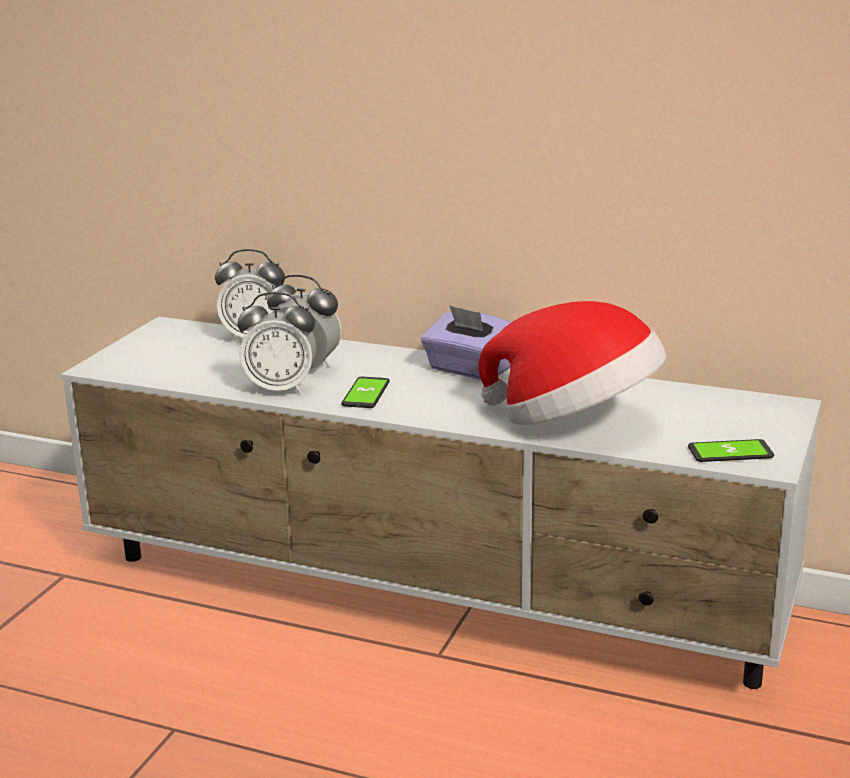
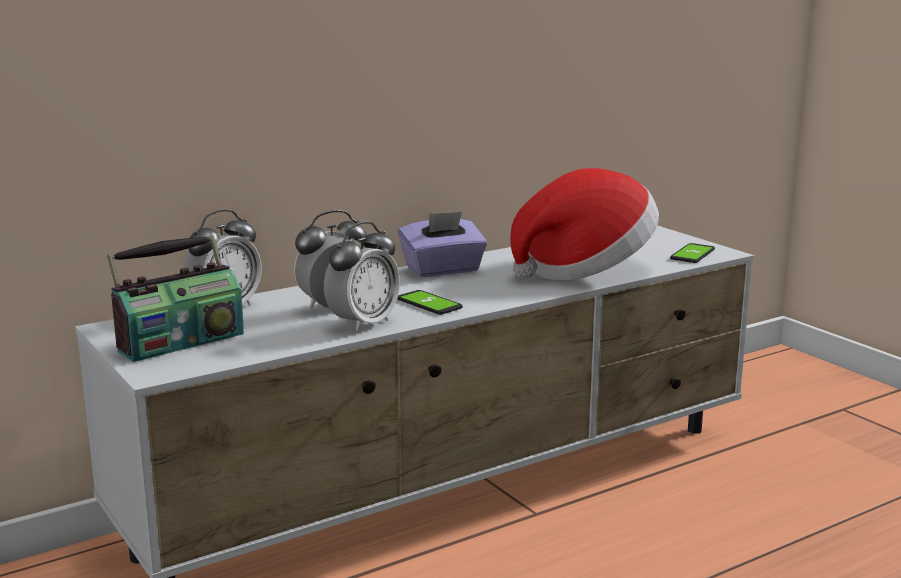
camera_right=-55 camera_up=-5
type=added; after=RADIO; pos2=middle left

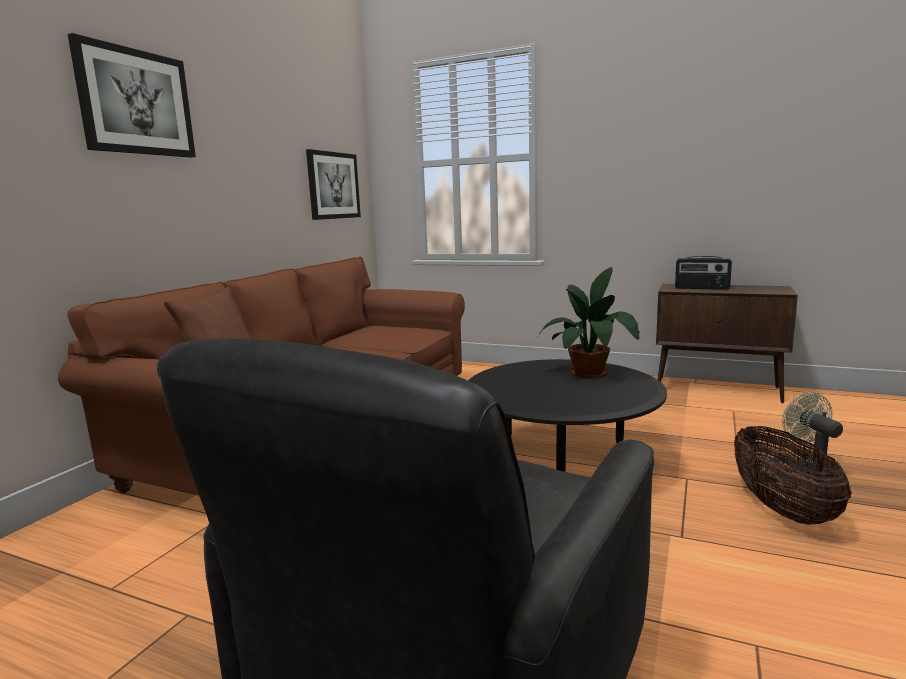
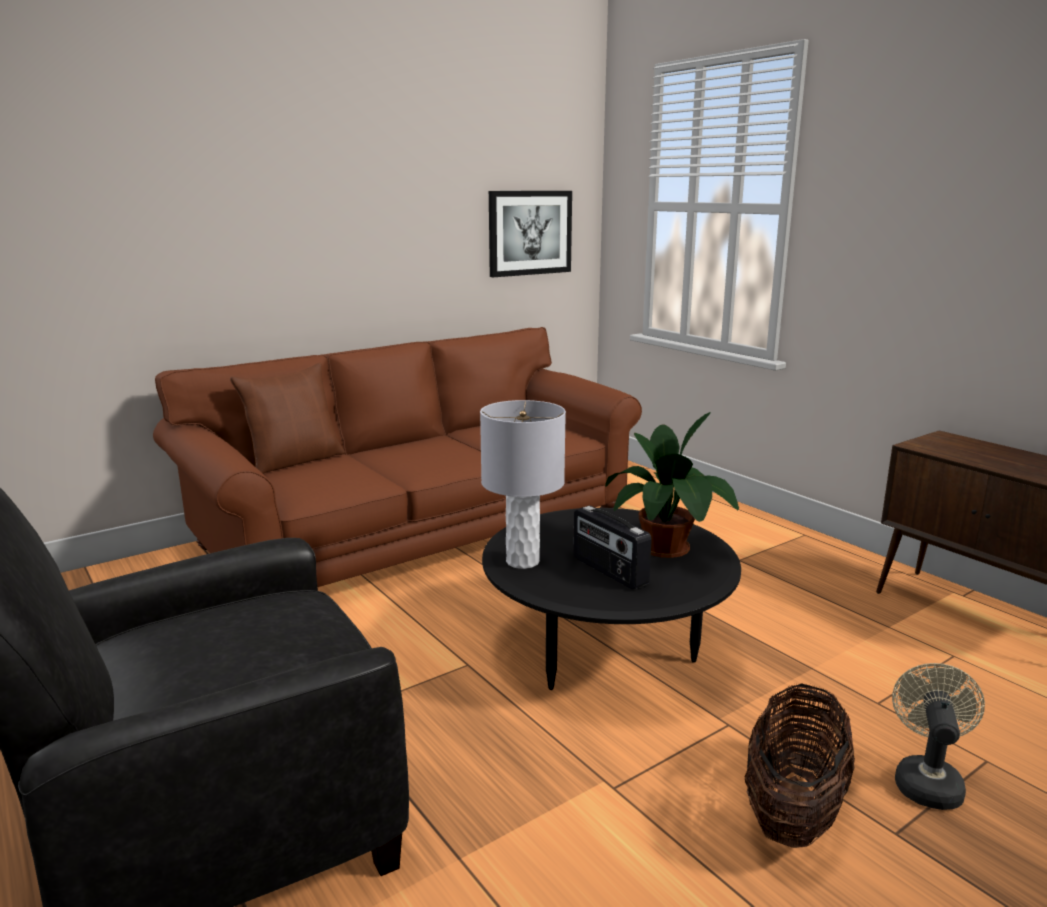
camera_right=30 camera_up=5
type=added; after=GREY TABLE LAMP; pos2=centre
type=moved; before=RADIO; pos1=middle right; pos2=centre
type=removed; before=PICTURE (1st from left); pos1=top left

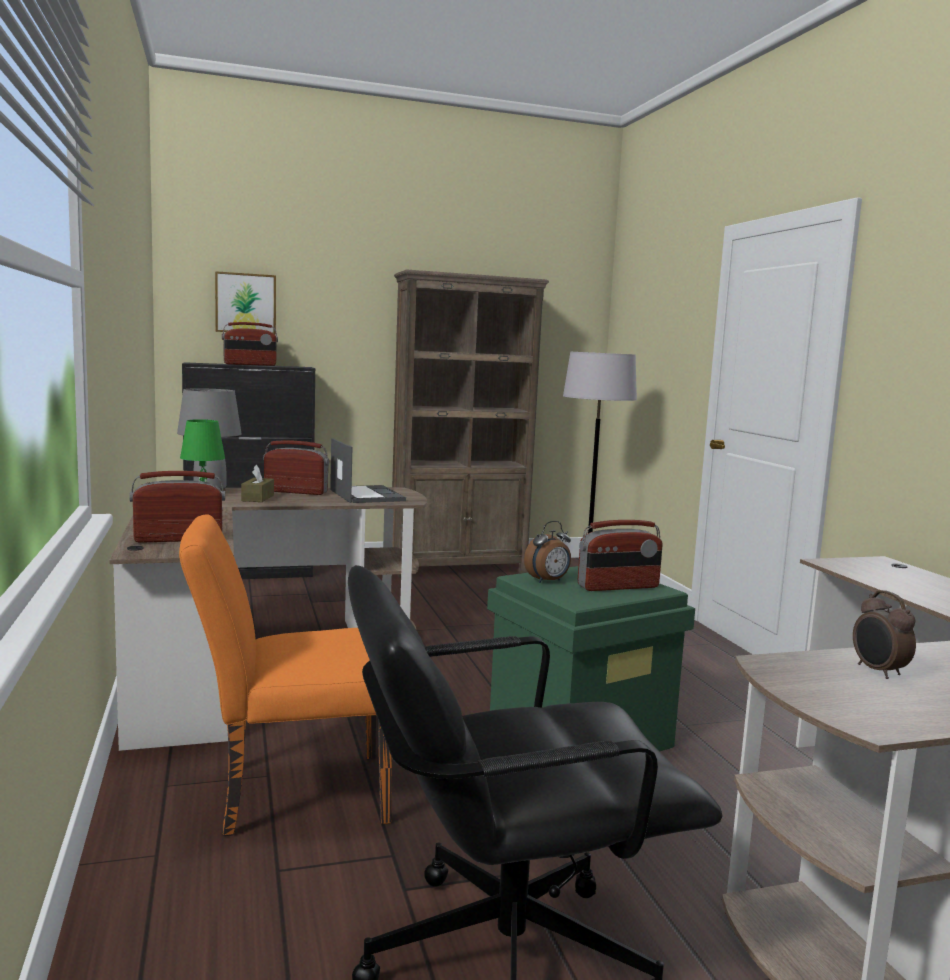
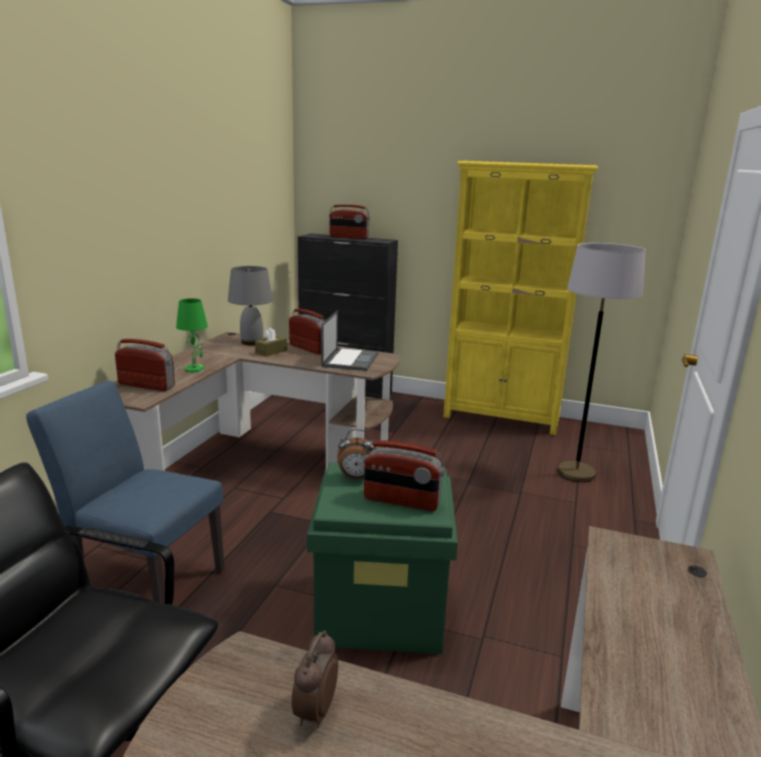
camera_right=35 camera_up=10
type=recoloured; before=ORANGE CHAIR; after=BLUE CHAIR; pos1=bottom left; pos2=middle left
type=recoloured; before=BROWN BOOKCASE; after=YELLOW BOOKCASE; pos1=centre; pos2=middle right
type=removed; before=PICTURE; pos1=top left

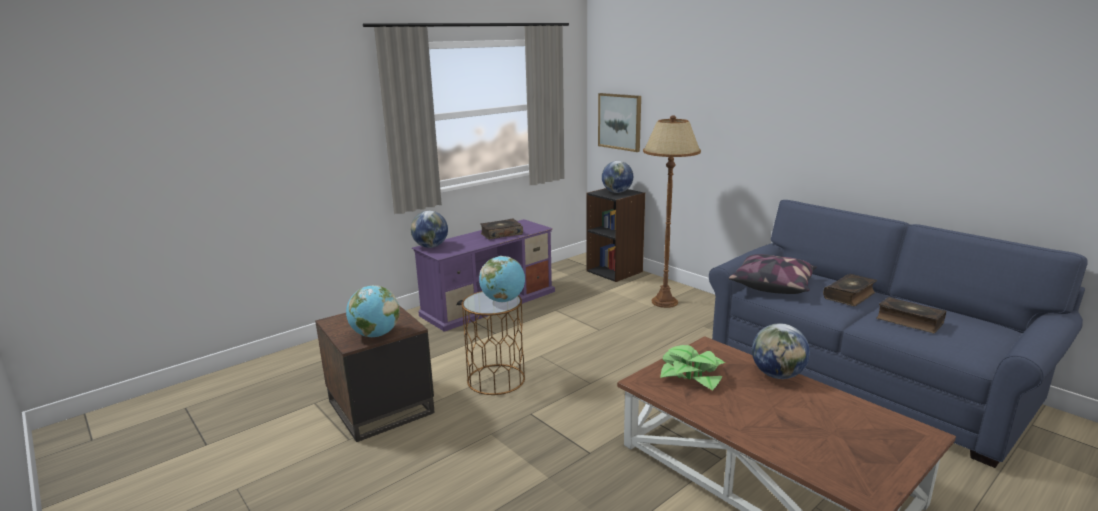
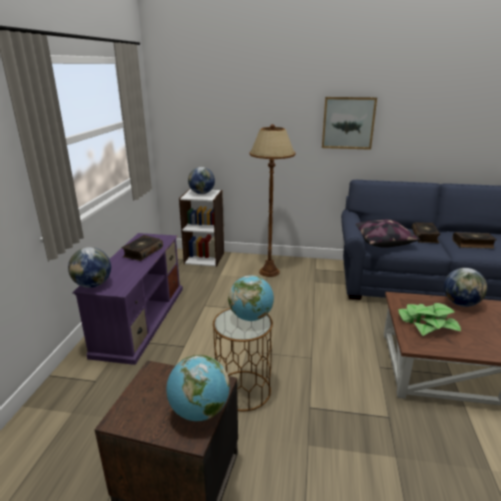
camera_right=-40 camera_up=5
type=recoloured; before=BLACK BOOKCASE; after=WHITE BOOKCASE; pos1=centre; pos2=centre
type=moved; before=PICTURE; pos1=top centre; pos2=top right

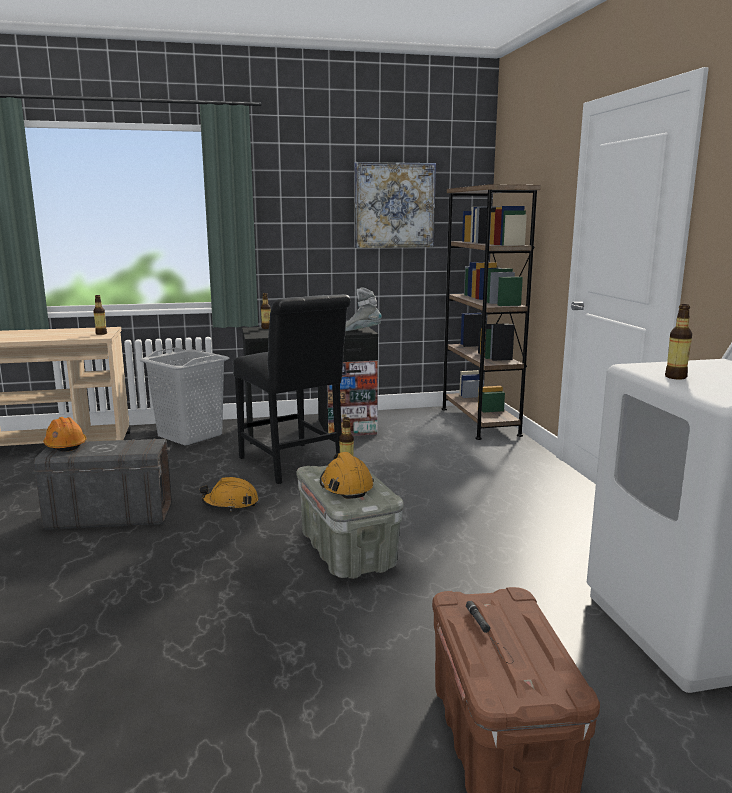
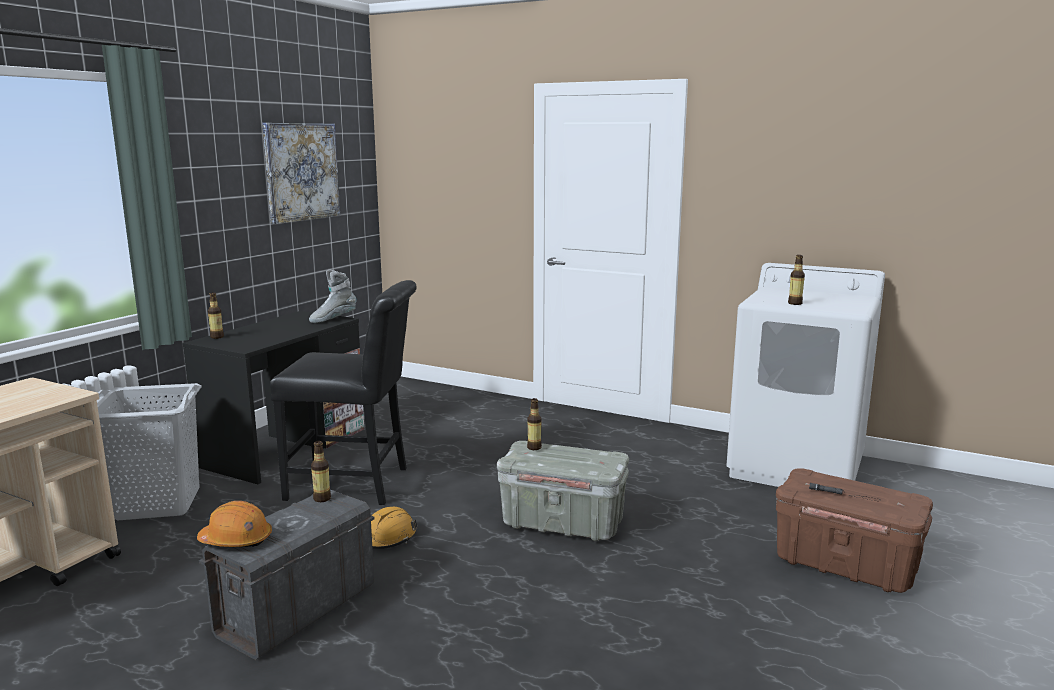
camera_right=-50 camera_up=0
type=moved; before=BOTTLE (1st from left in the first image); after=BOTTLE (2nd from left); pos1=middle left; pos2=bottom left
type=removed; before=ORANGE HARD HAT (3rd from left); pos1=centre
type=removed; before=BROWN BOOKCASE; pos1=middle right

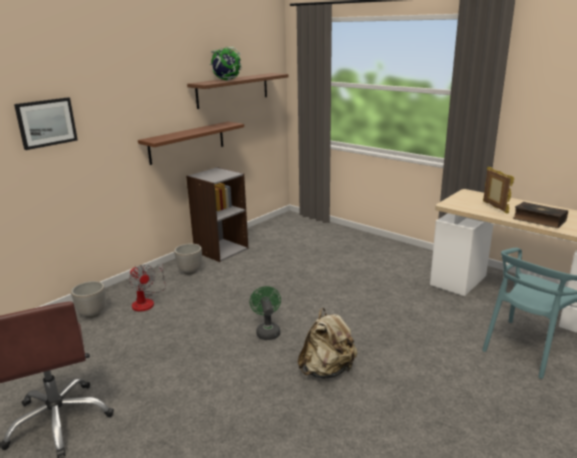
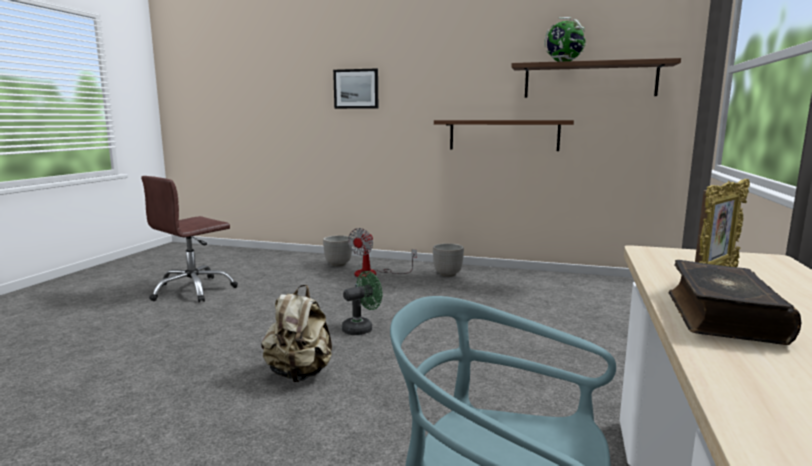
camera_right=65 camera_up=-10
type=removed; before=GREY BOOKCASE; pos1=centre

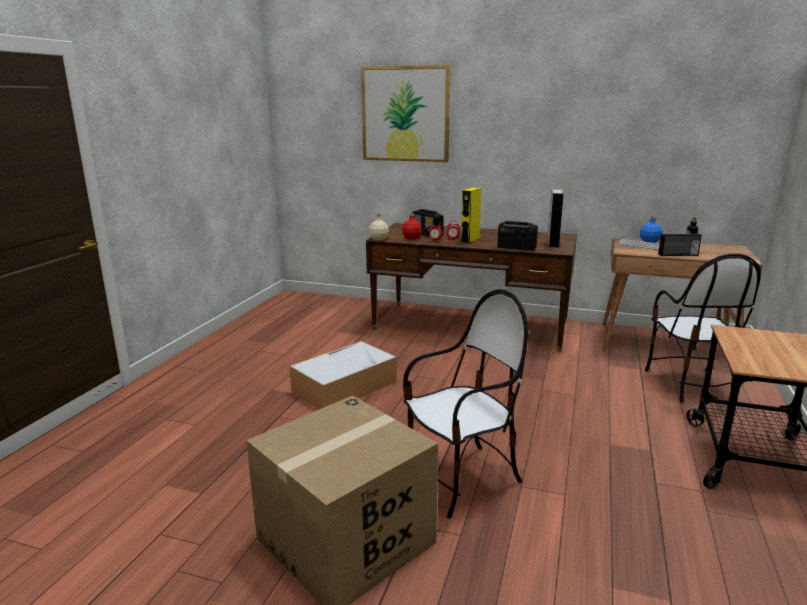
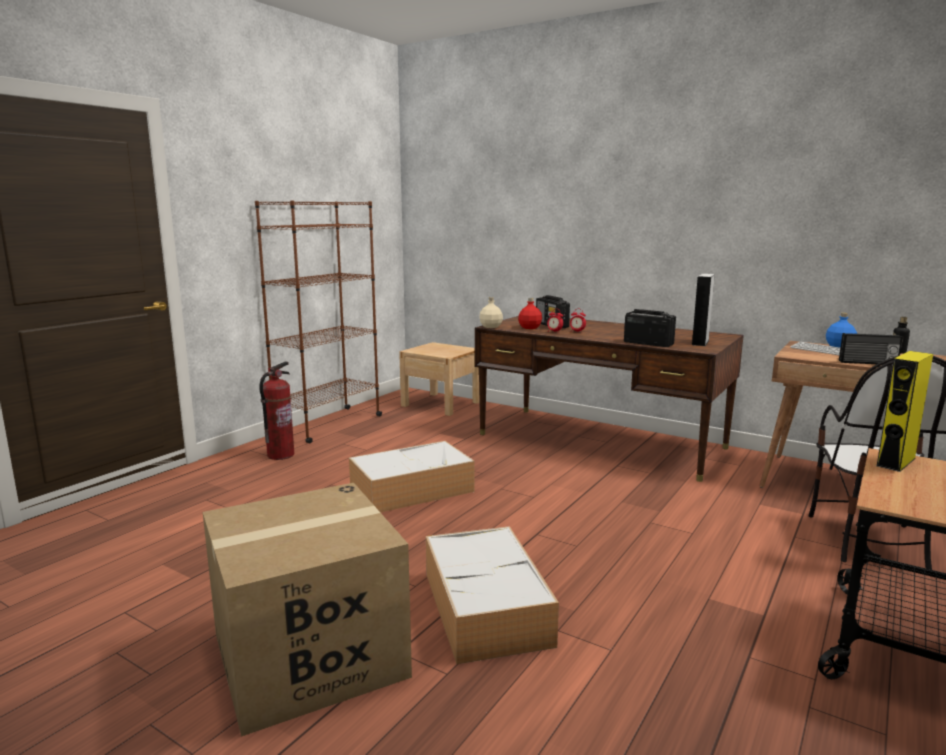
camera_right=15 camera_up=-5
type=added; after=BROWN BOOKCASE; pos2=centre
type=added; after=FIRE EXTINGUISHER; pos2=middle left
type=added; after=BEIGE NIGHTSTAND; pos2=centre
type=replaced; before=CHAIR (1st from left); after=STORAGE BOX (2nd from left); pos1=bottom centre; pos2=bottom centre
type=moved; before=YELLOW SPEAKER; pos1=centre; pos2=middle right
type=removed; before=PICTURE; pos1=top centre

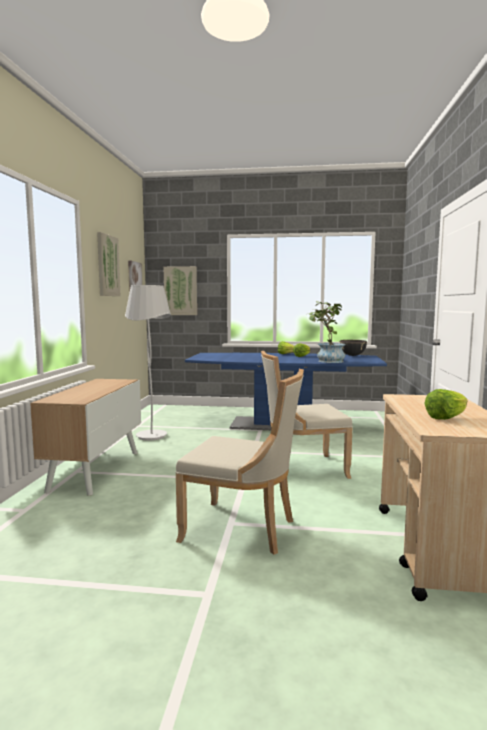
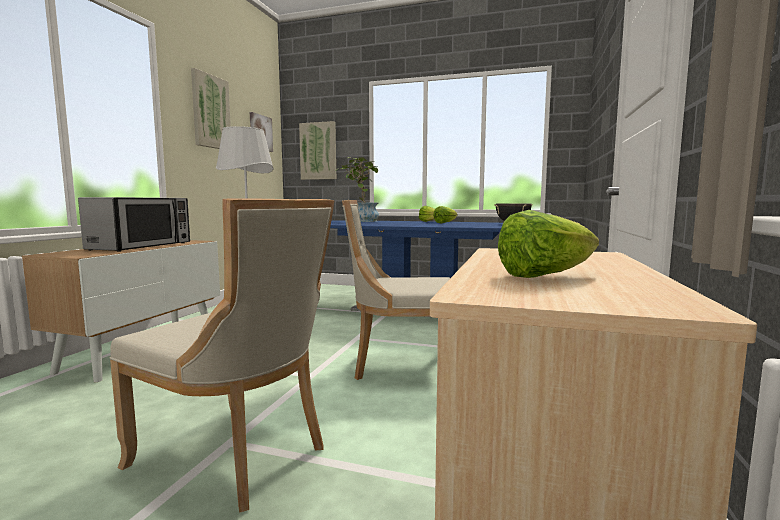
camera_right=10 camera_up=0
type=added; after=MICROWAVE; pos2=middle left
type=moved; before=POTTED PLANT; pos1=middle right; pos2=centre

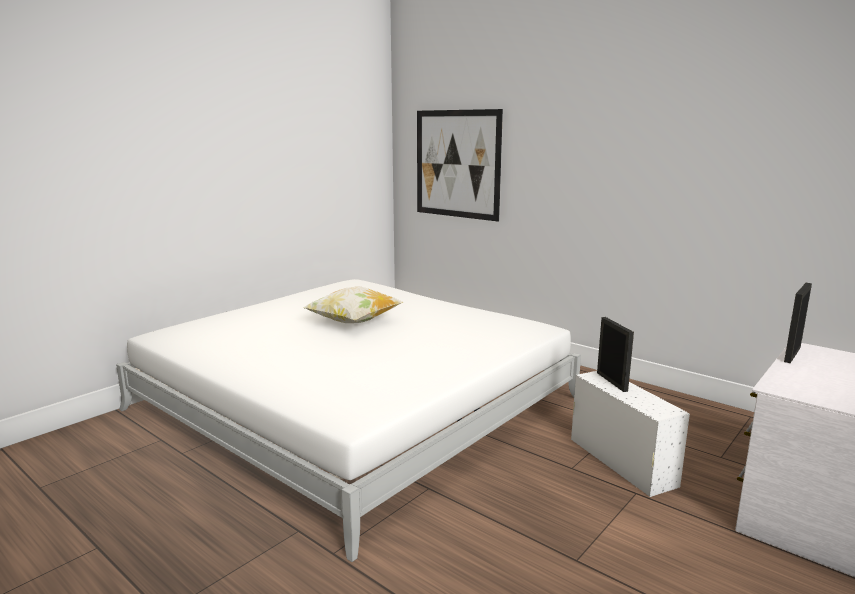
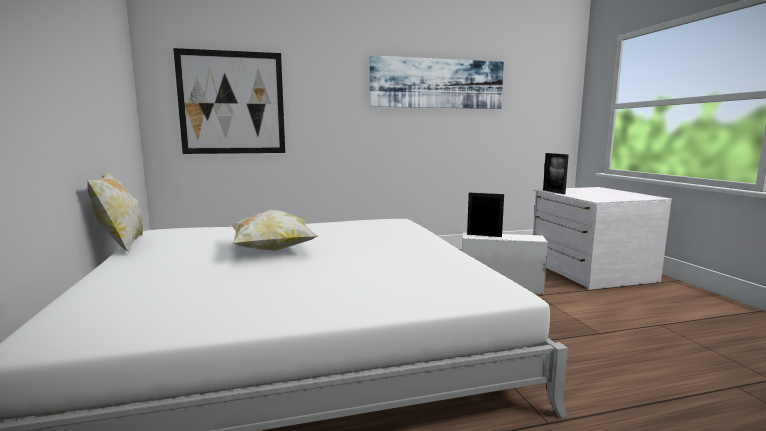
camera_right=-55 camera_up=-5
type=added; after=PILLOW (1st from left); pos2=middle left
type=added; after=PICTURE (2nd from left); pos2=top centre

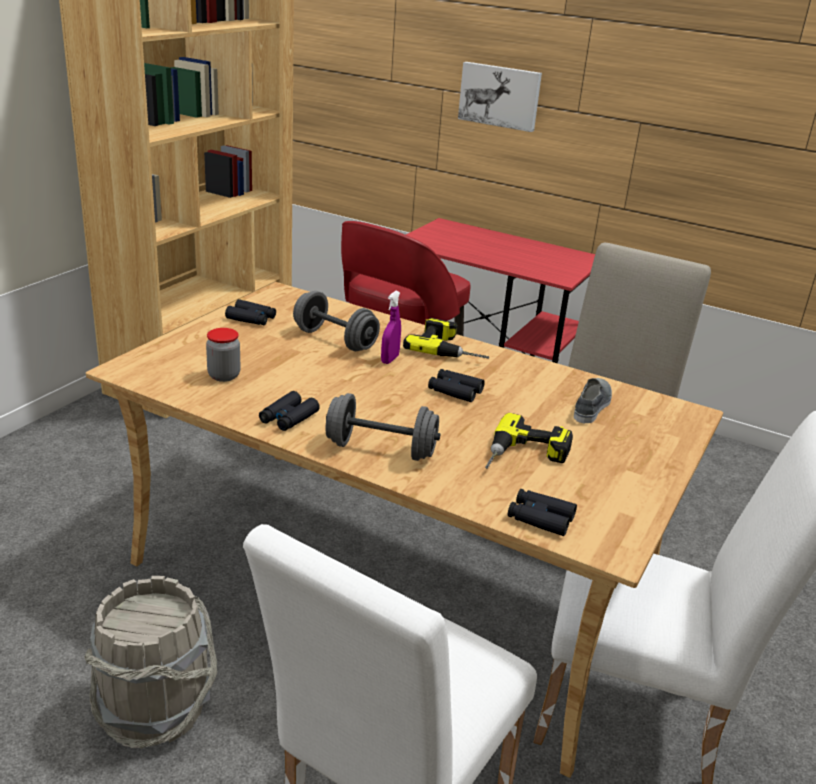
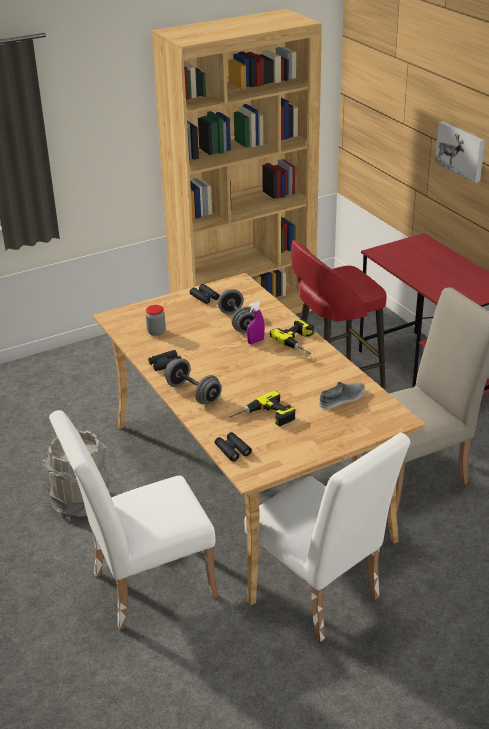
camera_right=35 camera_up=5
type=removed; before=BLACK BINOCULARS (3rd from left); pos1=centre

